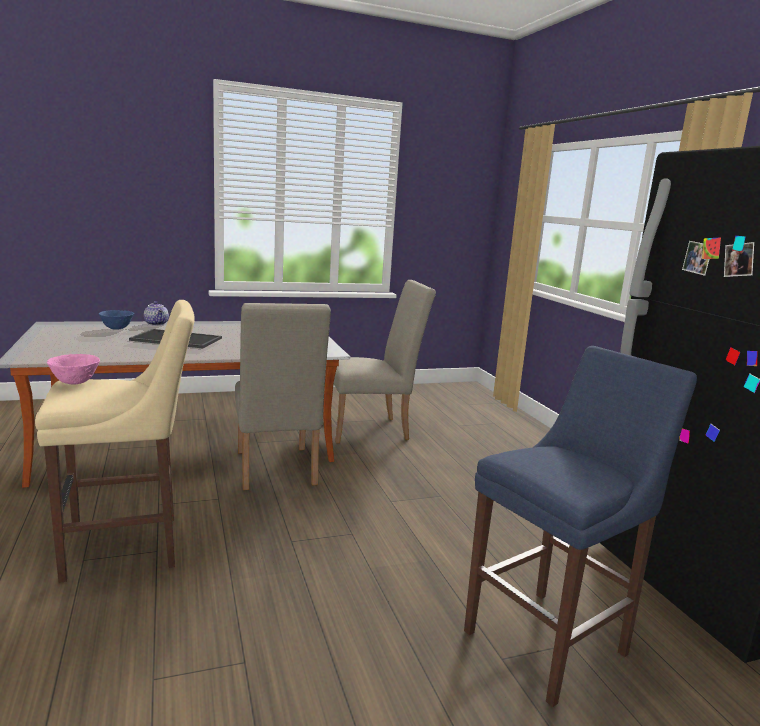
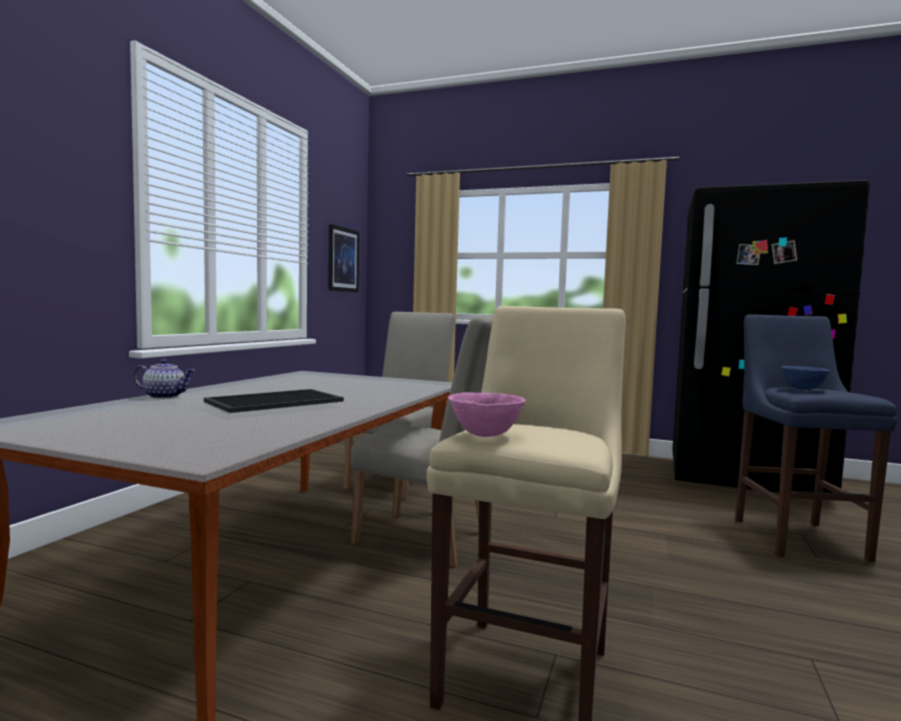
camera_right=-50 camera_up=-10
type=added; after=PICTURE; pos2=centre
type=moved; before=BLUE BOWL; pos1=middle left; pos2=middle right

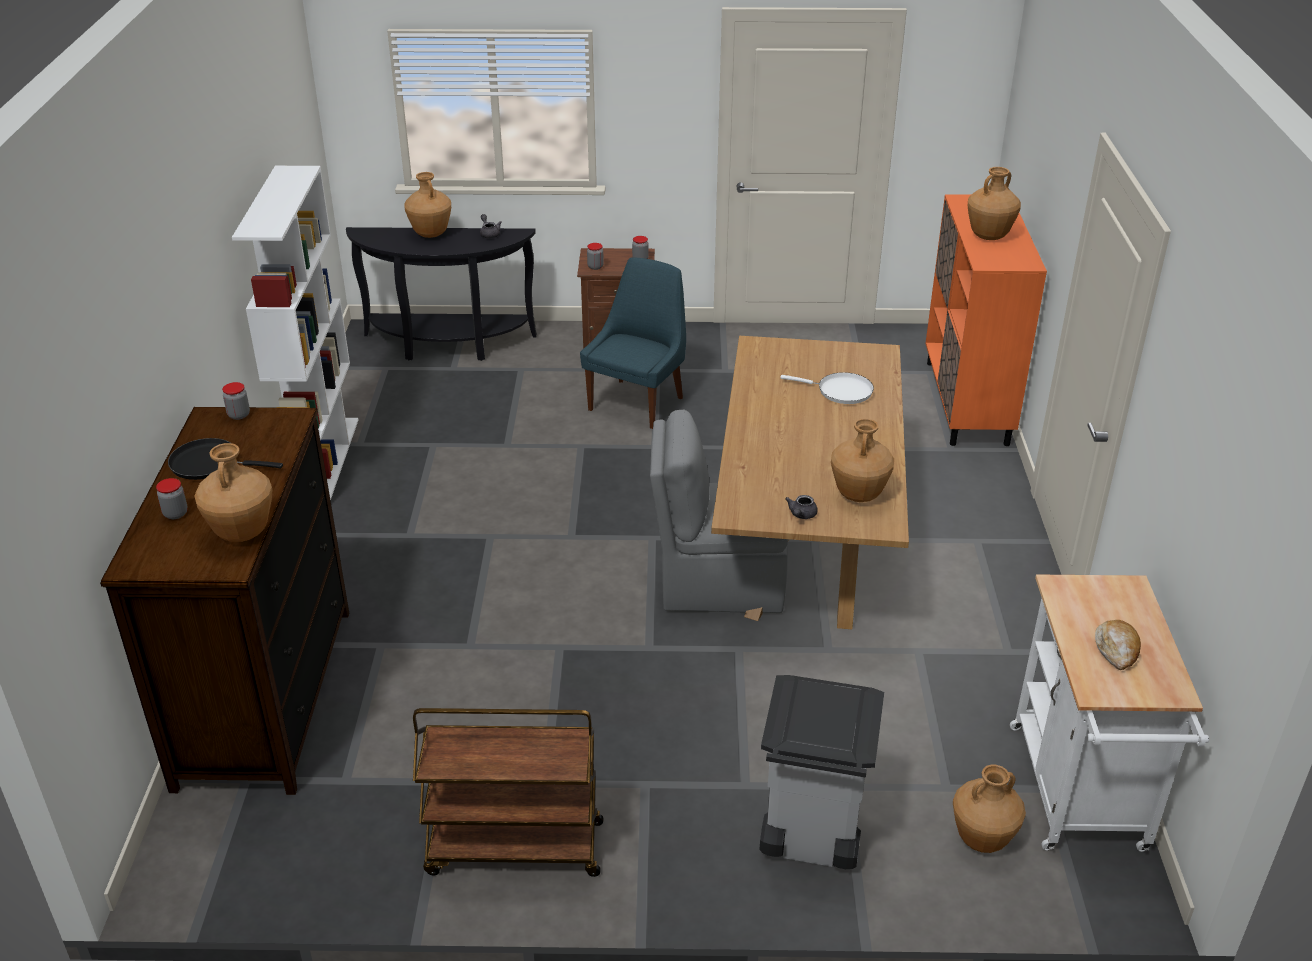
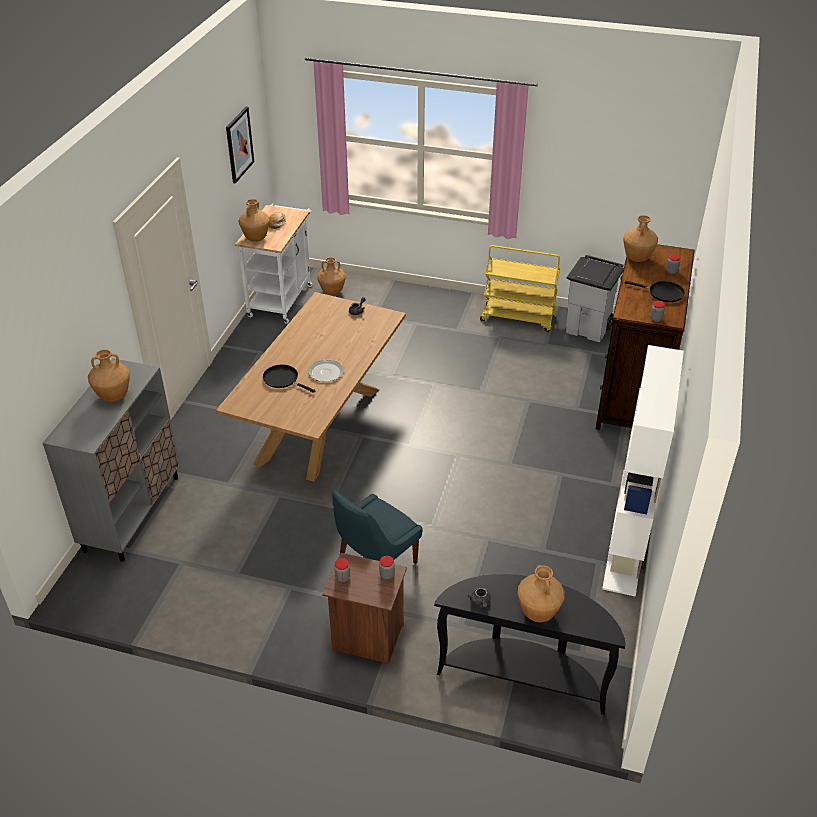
camera_right=-165 camera_up=5
type=recoloured; before=ORANGE CABINET; after=GREY CABINET; pos1=top right; pos2=middle left
type=added; after=PICTURE; pos2=top left
type=moved; before=BROWN VASE (3rd from left in the first image); after=BROWN VASE (2nd from left); pos1=centre; pos2=top left
type=recoloured; before=WHITE FRYING PAN; after=BLACK FRYING PAN (1st from left); pos1=centre; pos2=centre
type=added; after=PLATE; pos2=centre
type=recoloured; before=BROWN CART; after=YELLOW CART; pos1=bottom centre; pos2=centre
type=moved; before=GREY TRASH CAN; pos1=bottom centre; pos2=middle right
type=removed; before=GREY CHAIR; pos1=centre

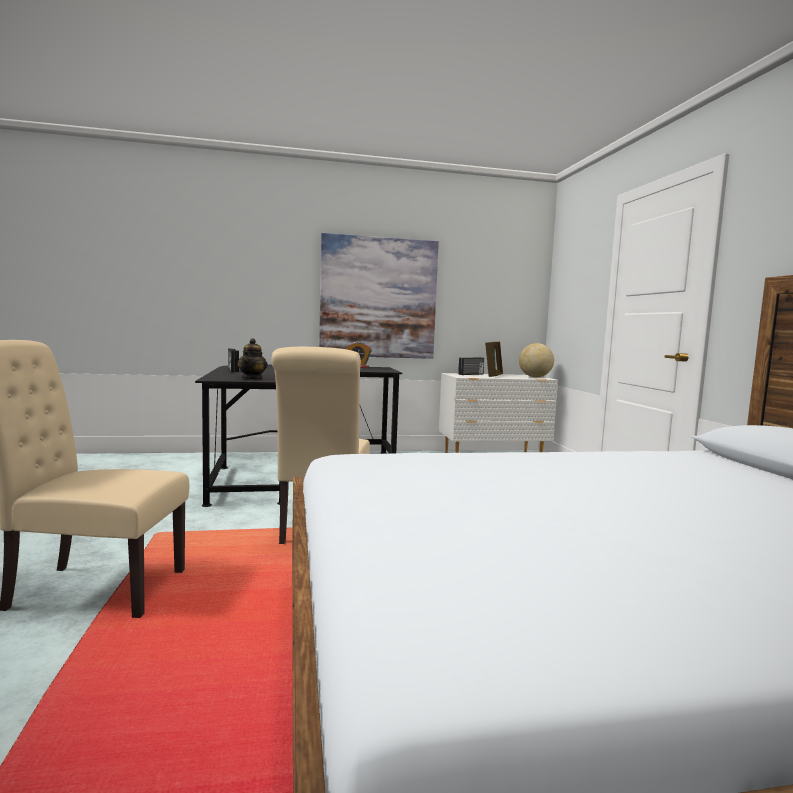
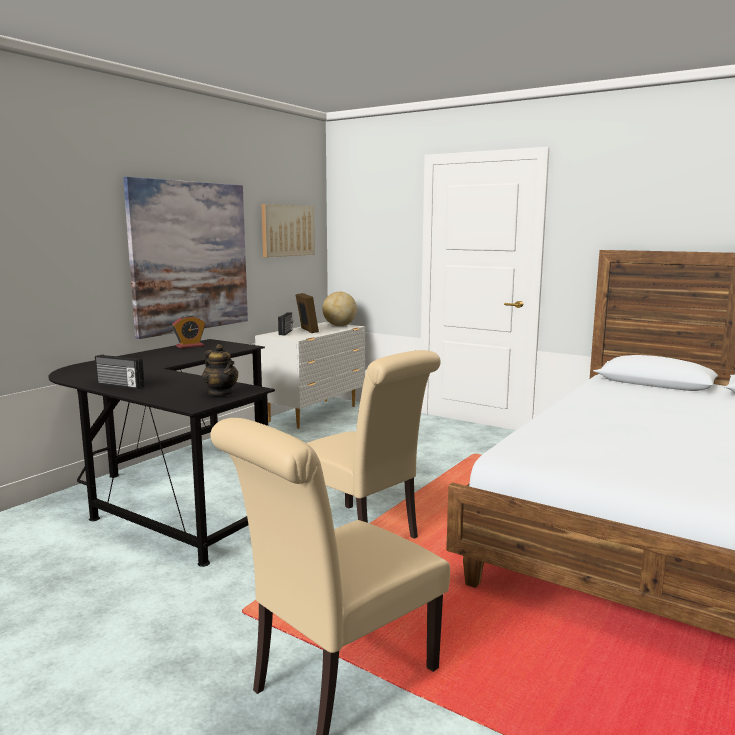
camera_right=-45 camera_up=5
type=added; after=PICTURE (2nd from left); pos2=top centre

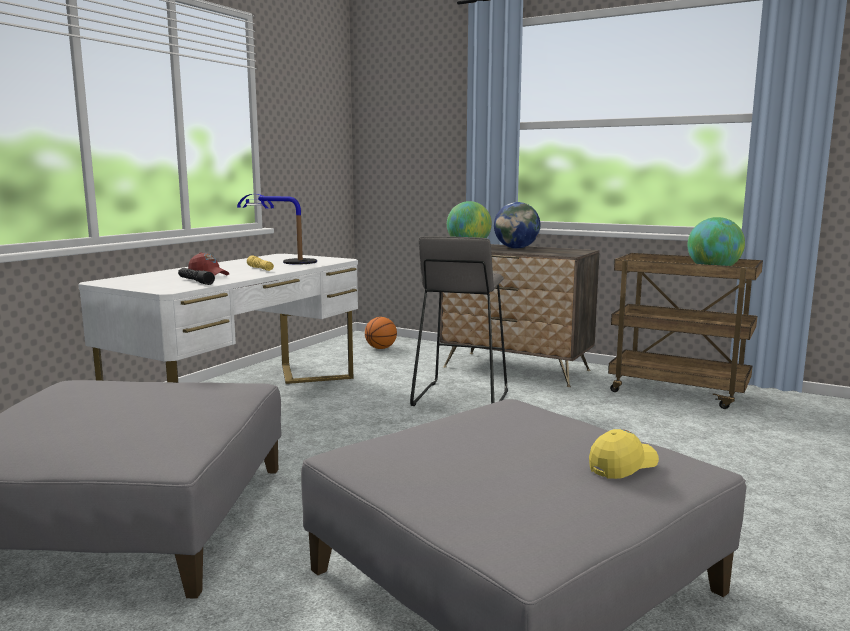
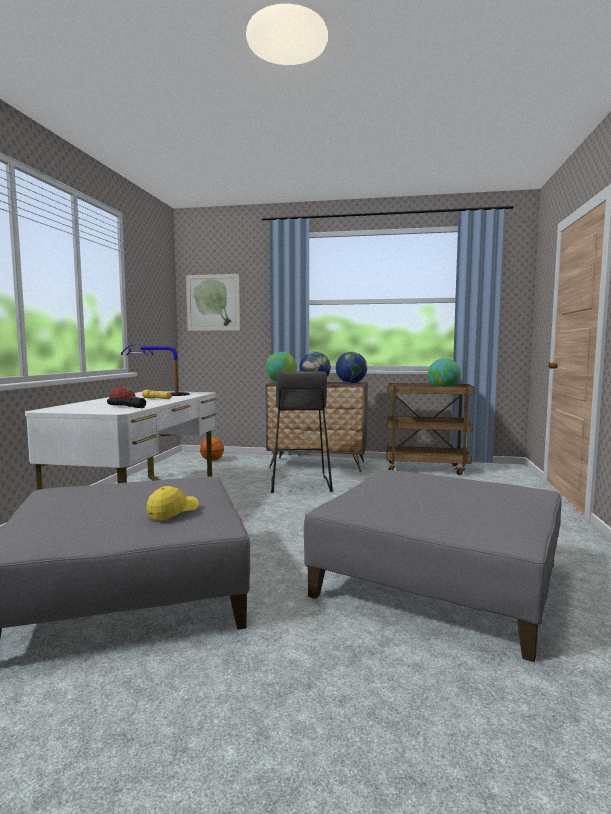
camera_right=-20 camera_up=-5
type=moved; before=YELLOW CAP; pos1=bottom right; pos2=middle left
type=added; after=PICTURE; pos2=centre
type=added; after=GLOBE (3rd from left); pos2=centre

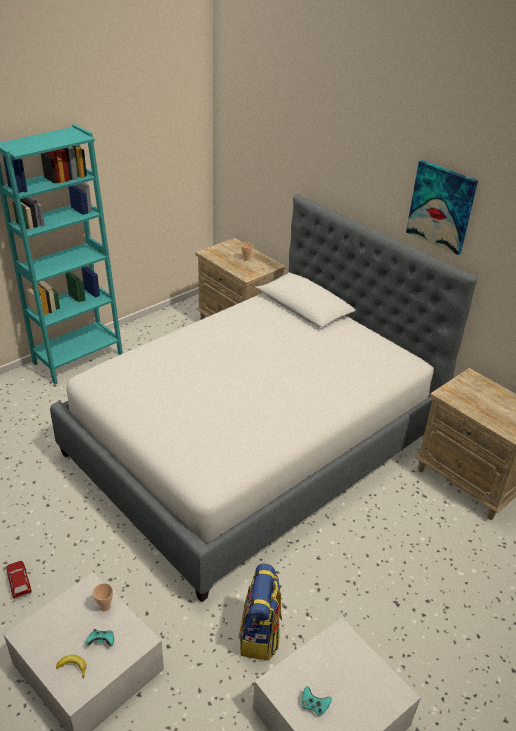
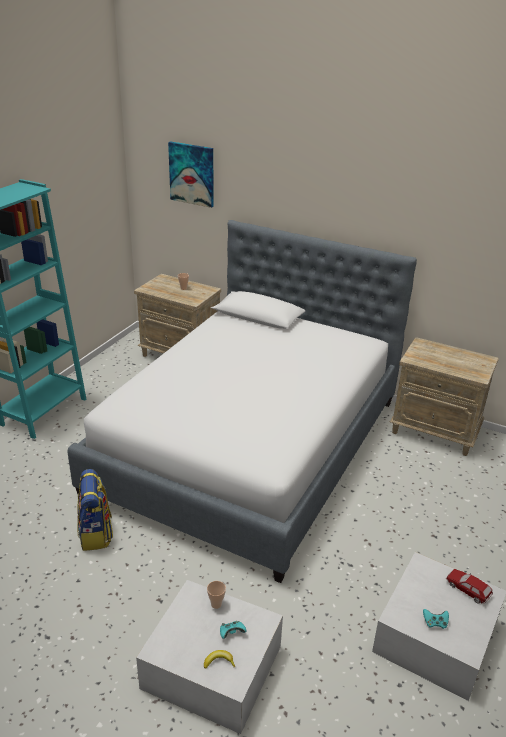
camera_right=-20 camera_up=-5
type=moved; before=BACKPACK; pos1=bottom centre; pos2=bottom left
type=moved; before=PICTURE; pos1=top right; pos2=top centre
type=moved; before=TOY CAR; pos1=bottom left; pos2=bottom right

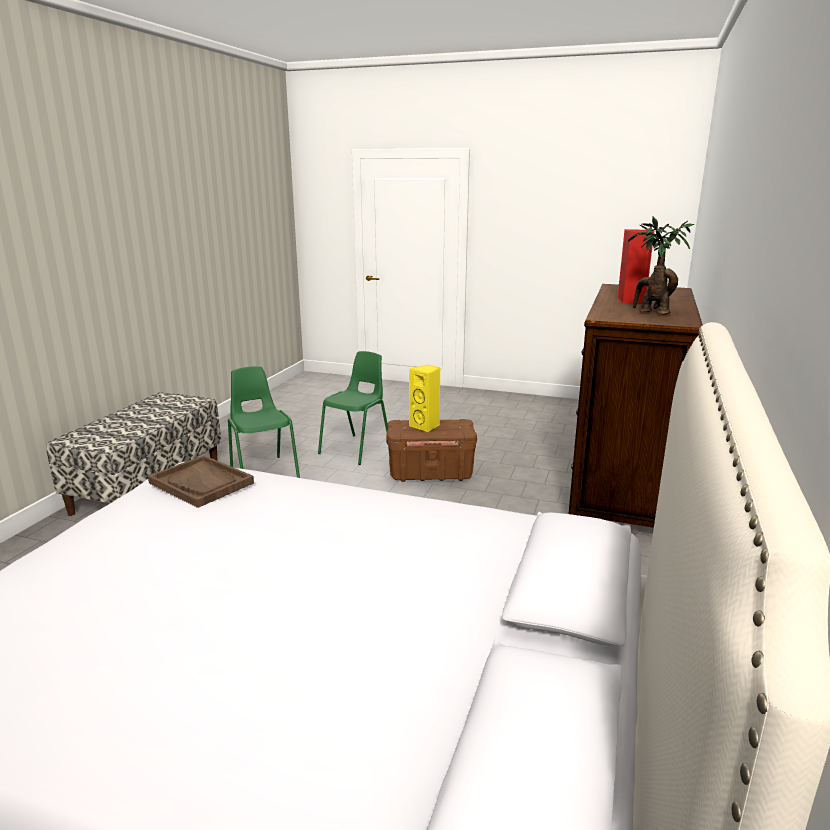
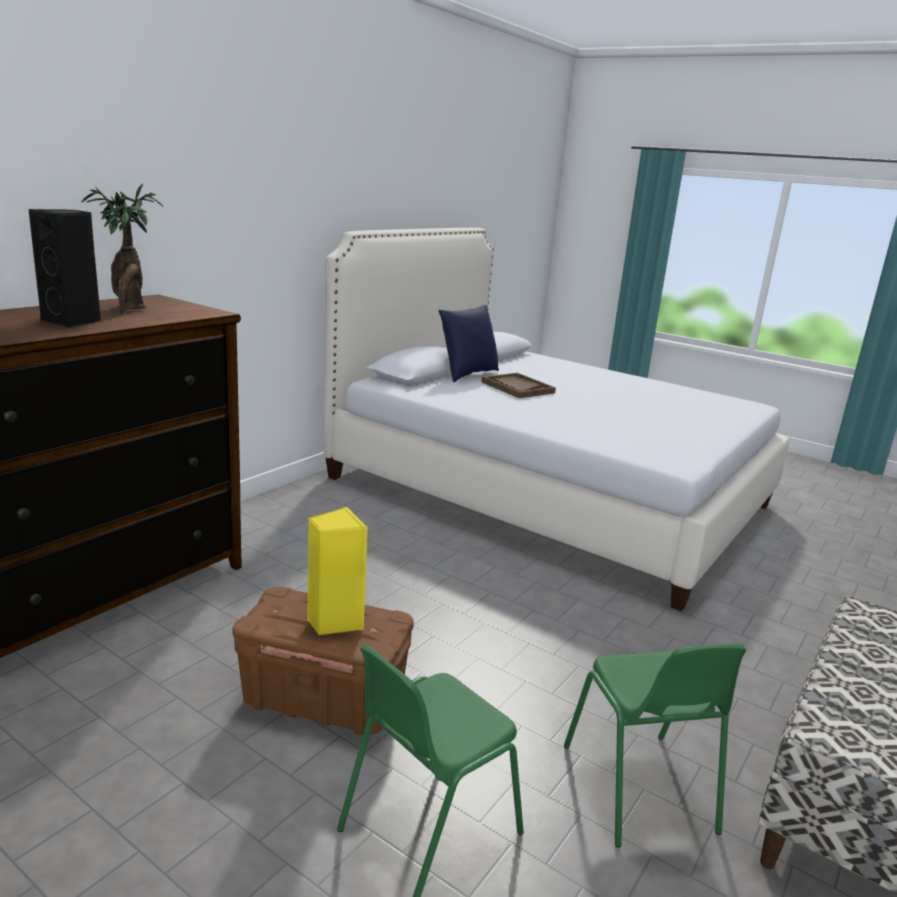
camera_right=-165 camera_up=0
type=recoloured; before=RED SPEAKER; after=BLACK SPEAKER; pos1=top right; pos2=top left
type=added; after=BLUE PILLOW; pos2=centre
type=moved; before=BROWN TRAY; pos1=middle left; pos2=centre

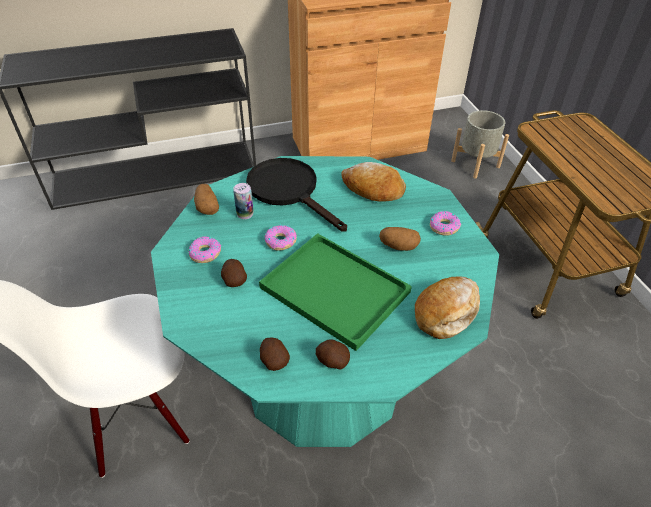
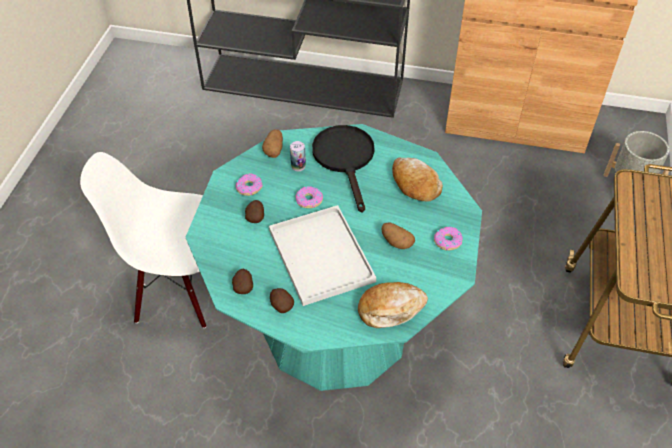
camera_right=30 camera_up=5
type=recoloured; before=GREEN TRAY; after=WHITE TRAY; pos1=centre; pos2=centre

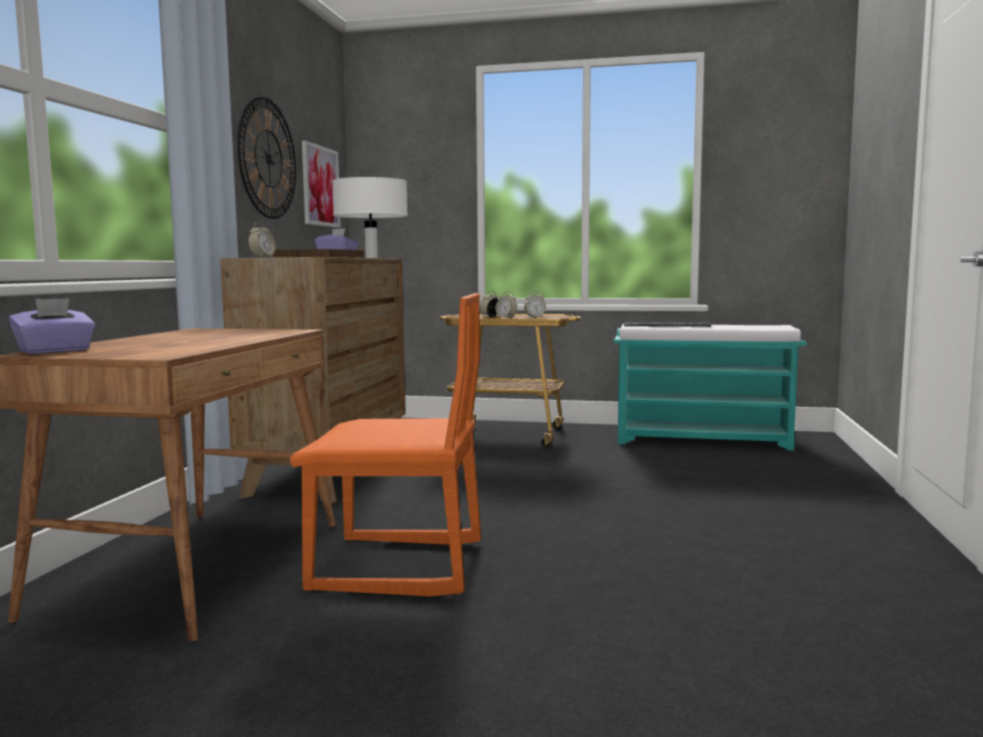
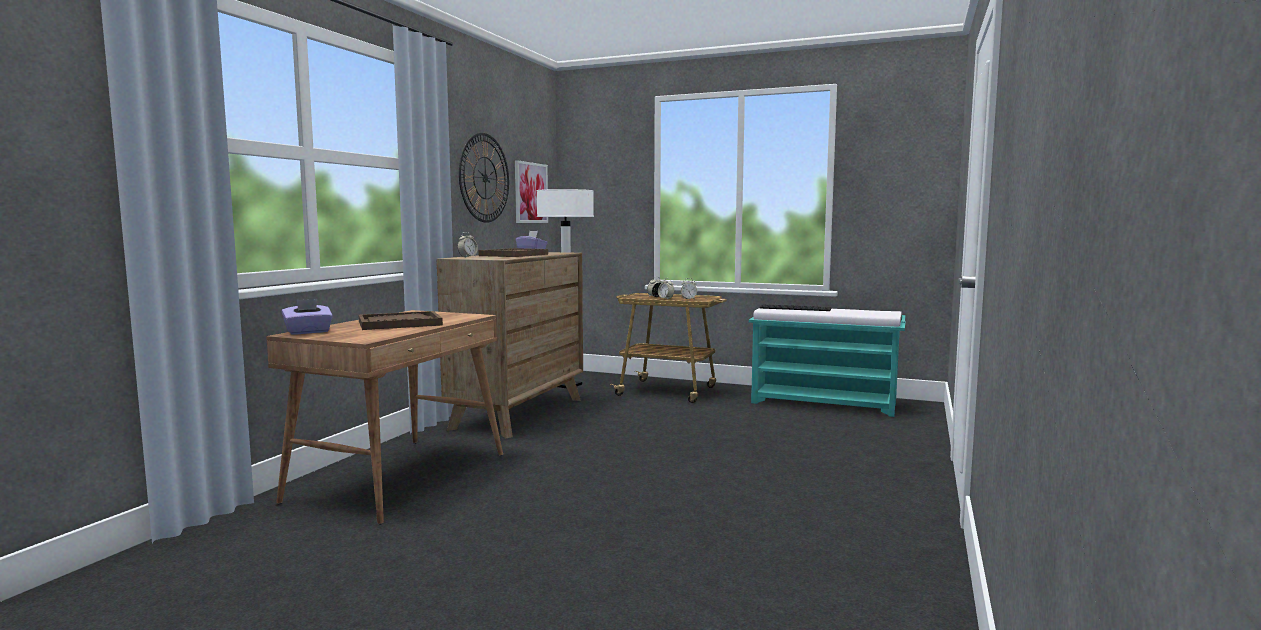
camera_right=10 camera_up=0
type=added; after=BROWN TRAY (1st from left); pos2=middle left
type=removed; before=ORANGE CHAIR; pos1=centre

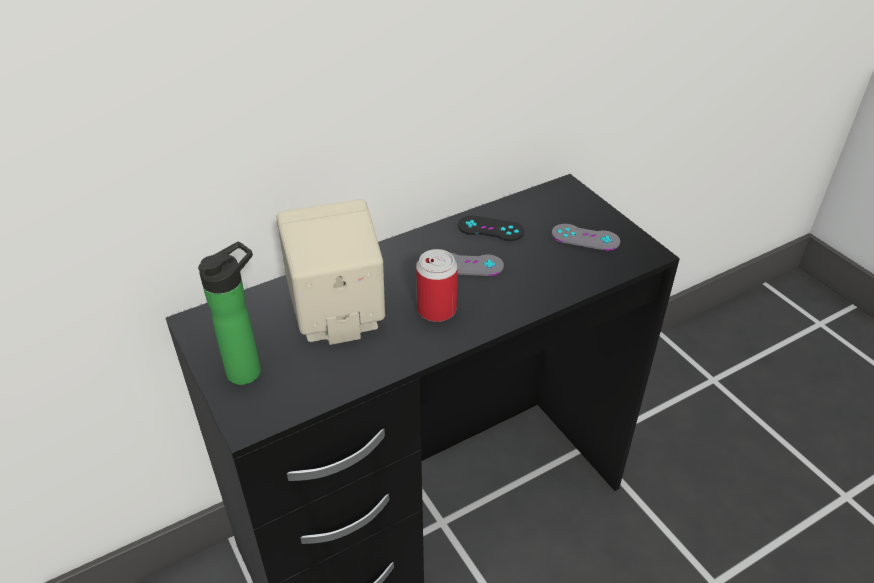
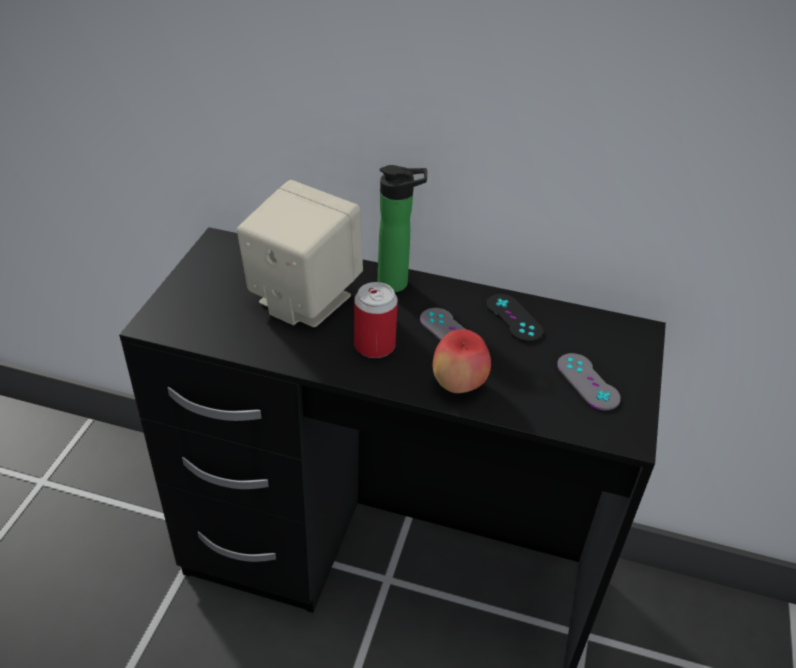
camera_right=45 camera_up=0
type=moved; before=BOTTLE; pos1=middle left; pos2=centre
type=added; after=APPLE; pos2=centre

